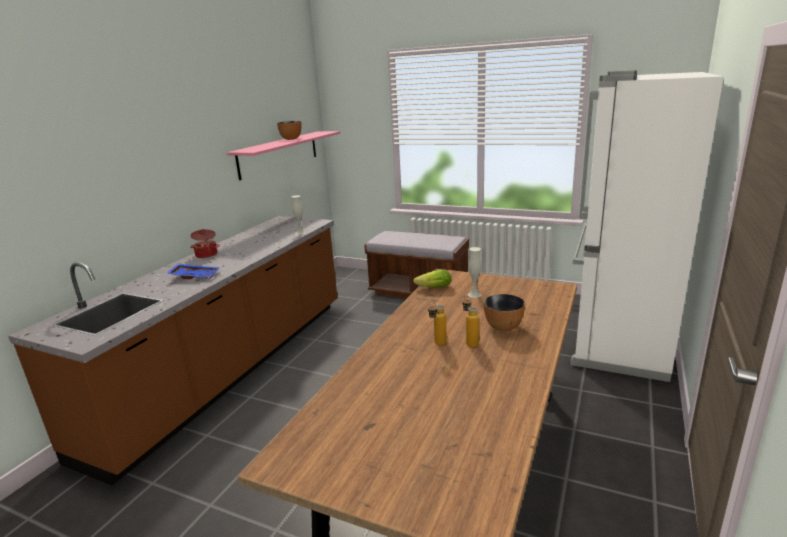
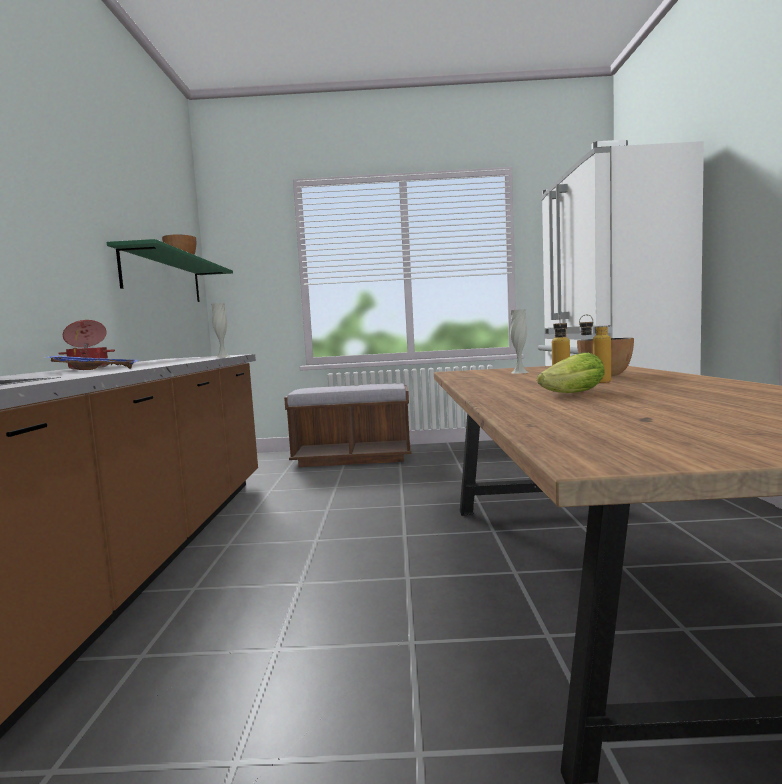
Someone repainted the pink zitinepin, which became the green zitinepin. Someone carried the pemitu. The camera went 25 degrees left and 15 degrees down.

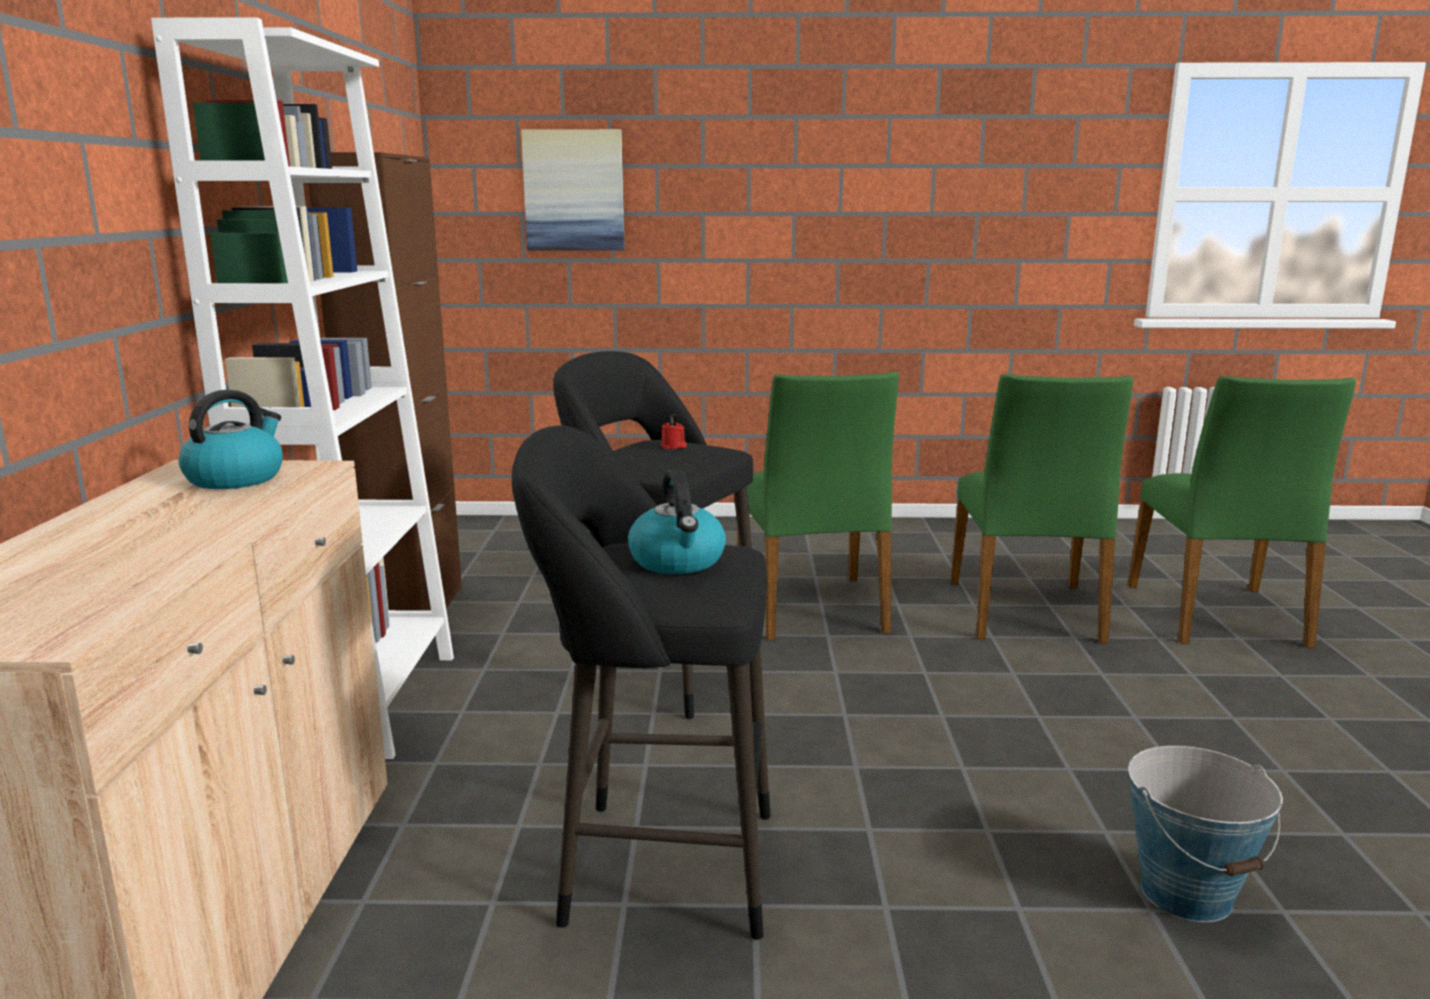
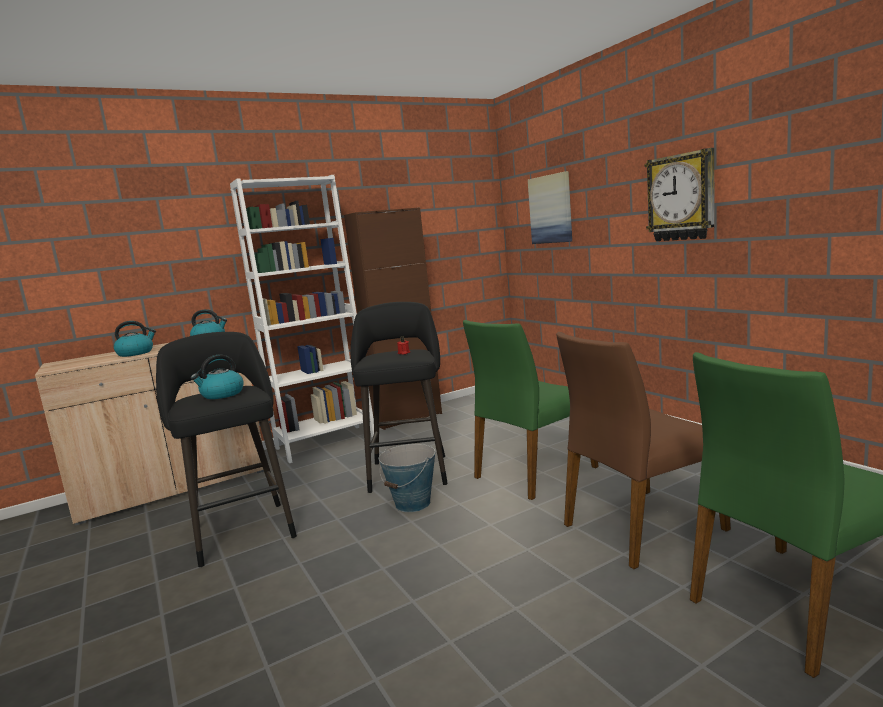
Someone repainted the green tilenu (2nd from left), which became the brown tilenu. Someone carried the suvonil. Someone put up the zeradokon. Someone put down the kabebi (1st from left). The camera went 60 degrees right and 5 degrees down.

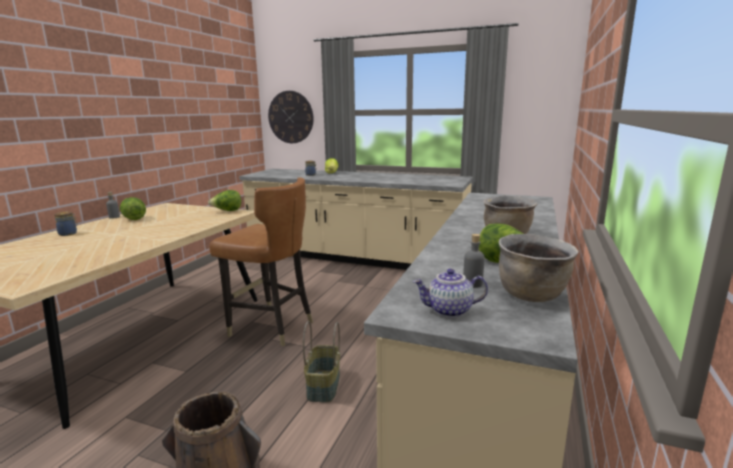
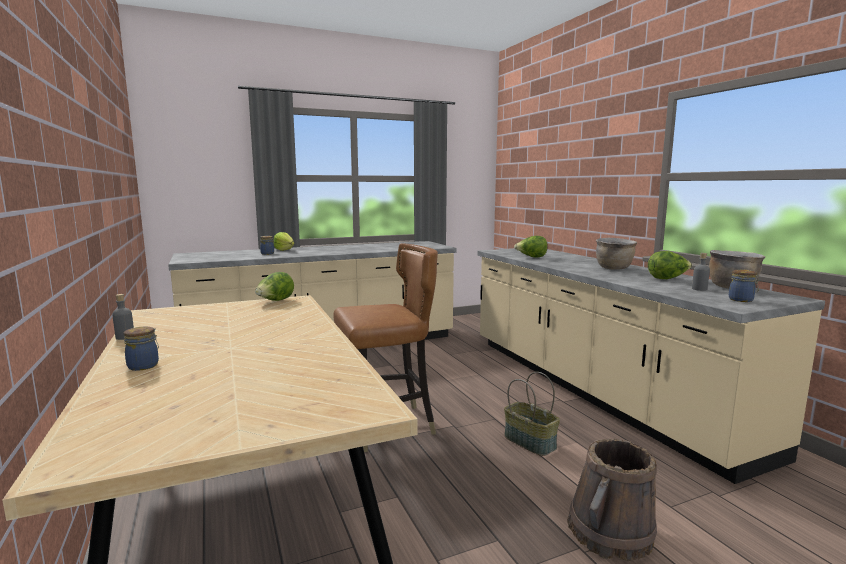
Someone took away the zeradokon. Someone carried the pemitu (1st from left in the first image). Someone swapped the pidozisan for the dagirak (3rd from left). The camera went 45 degrees left and 5 degrees down.

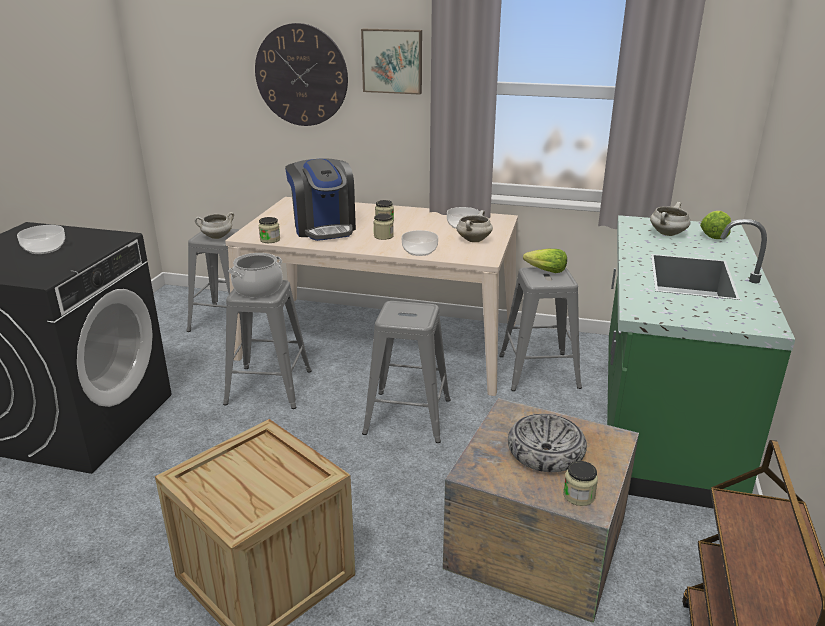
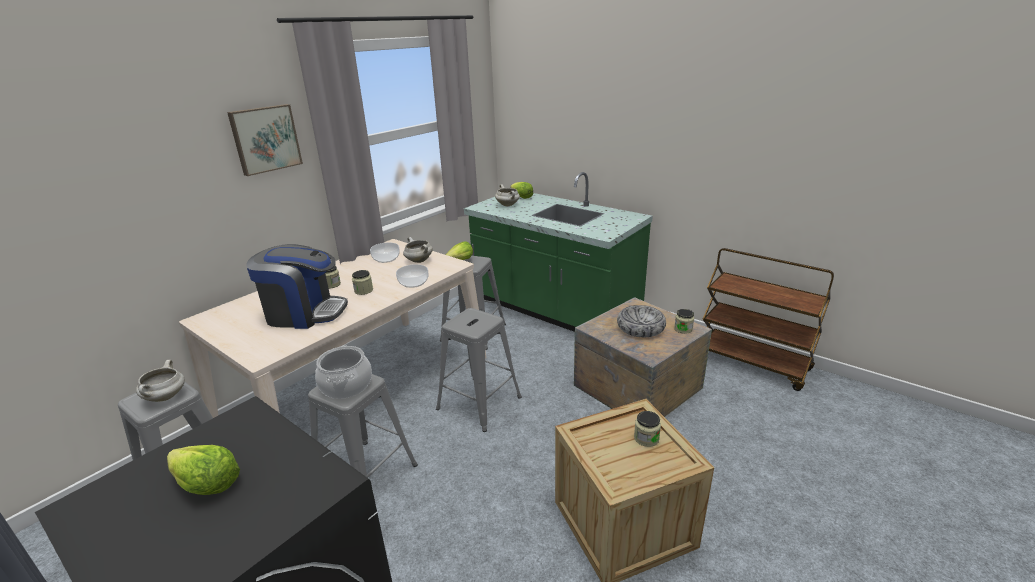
Someone took away the zeradokon. Someone carried the dagirak (1st from left in the first image). Someone swapped the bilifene (1st from left) for the pemitu (1st from left). The camera went 65 degrees left and 0 degrees up.

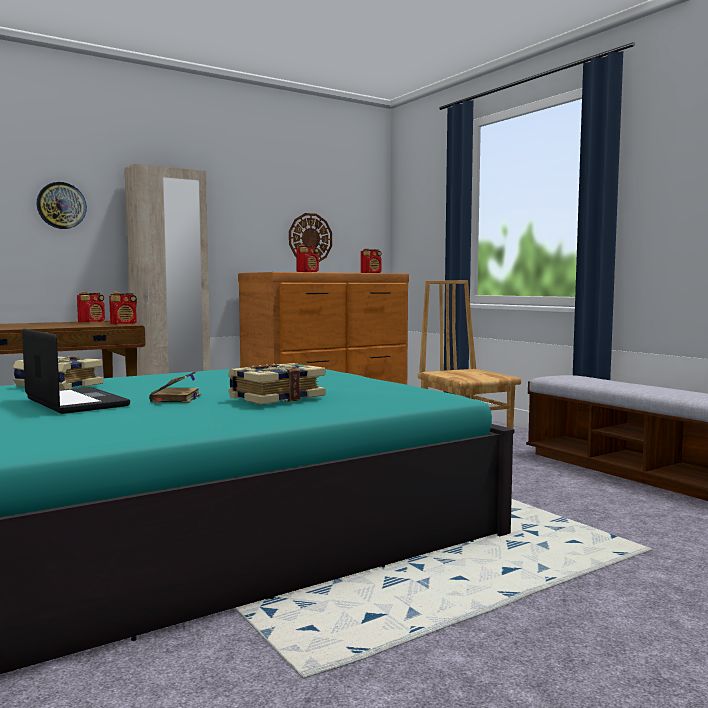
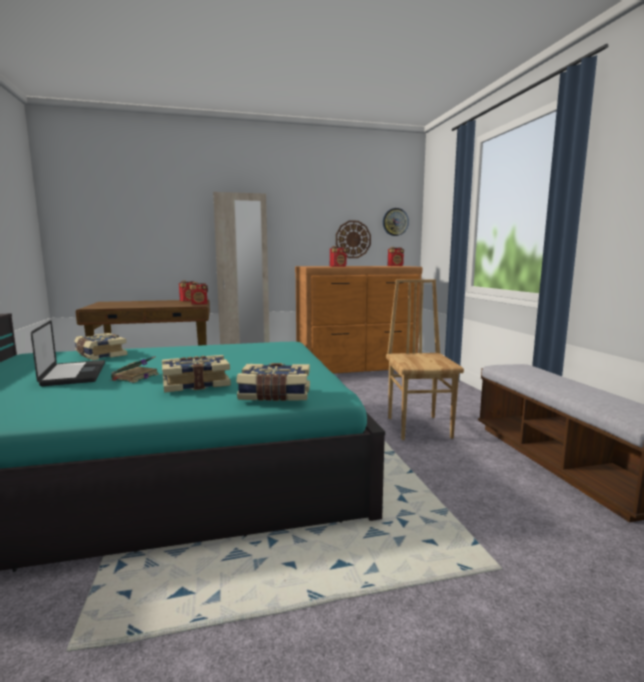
Someone carried the zeradokon (1st from left in the first image). Someone put down the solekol (4th from left). The camera went 20 degrees right and 5 degrees up.

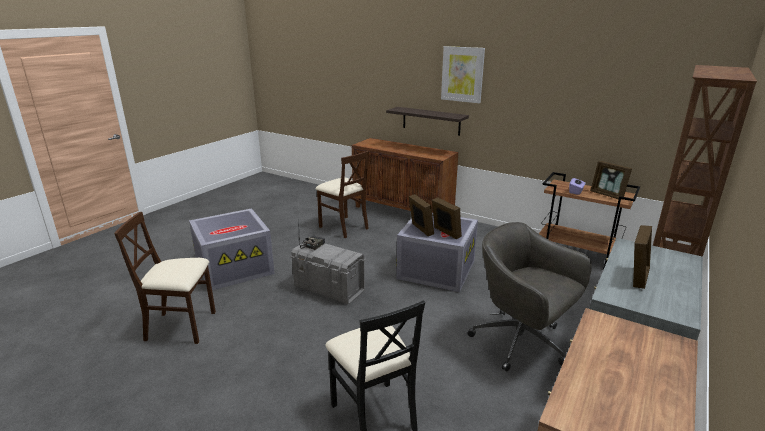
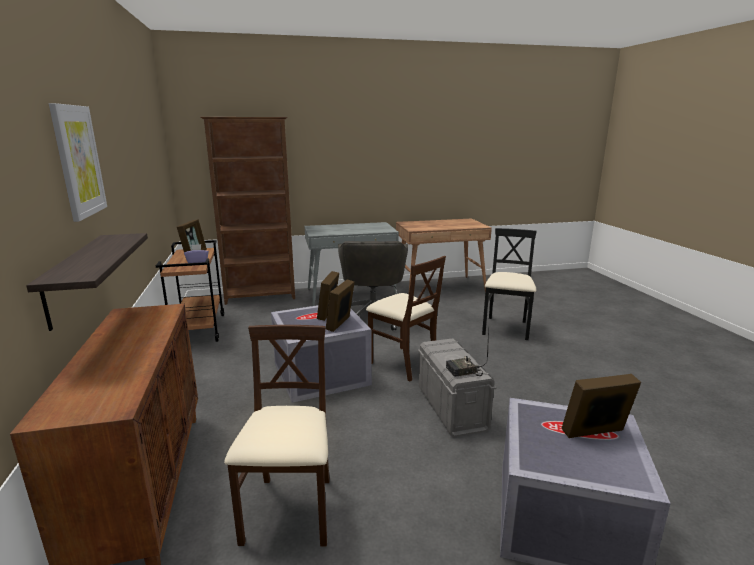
Someone carried the beige tilenu (1st from left in the first image). Someone carried the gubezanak (4th from left). The camera went 135 degrees left and 5 degrees down.

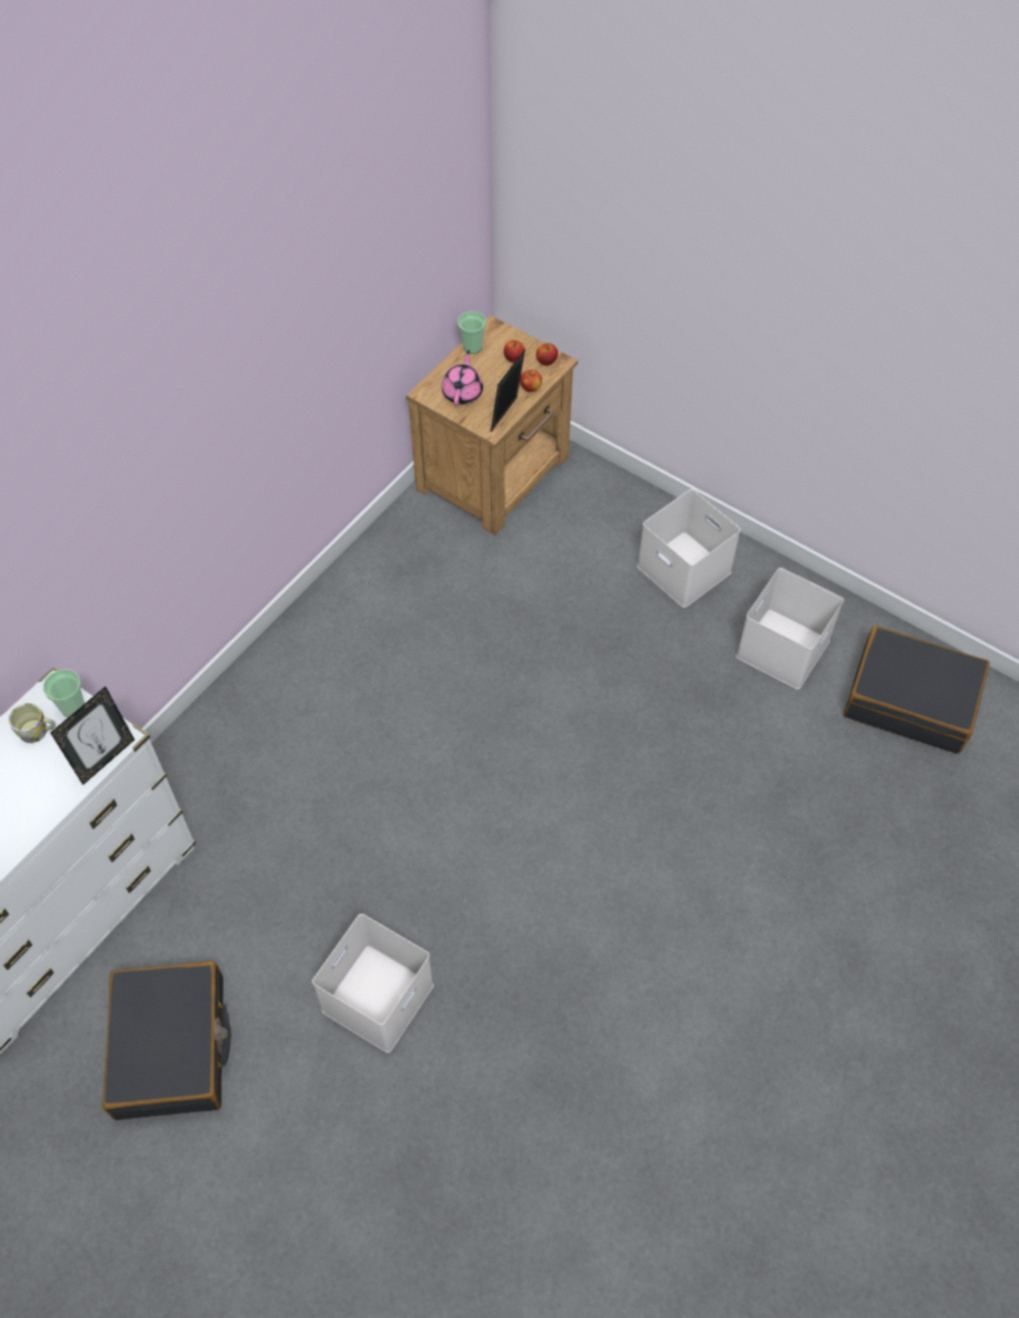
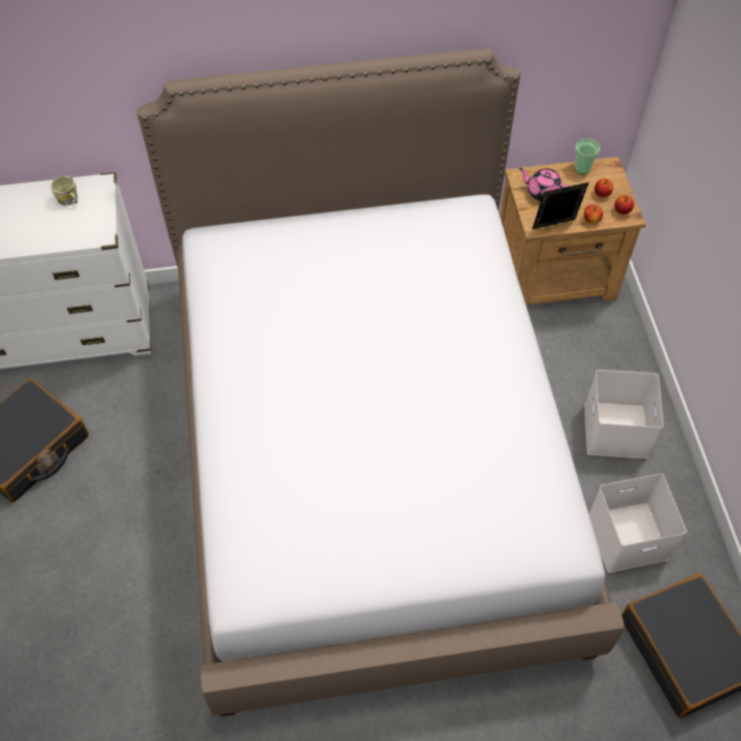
Someone rotated the pink pidozisan by 120 degrees counterclockwise. Someone took away the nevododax (1st from left). Someone took away the gubezanak (1st from left). Someone took away the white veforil (1st from left). Someone put down the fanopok. The camera went 45 degrees right and 0 degrees up.

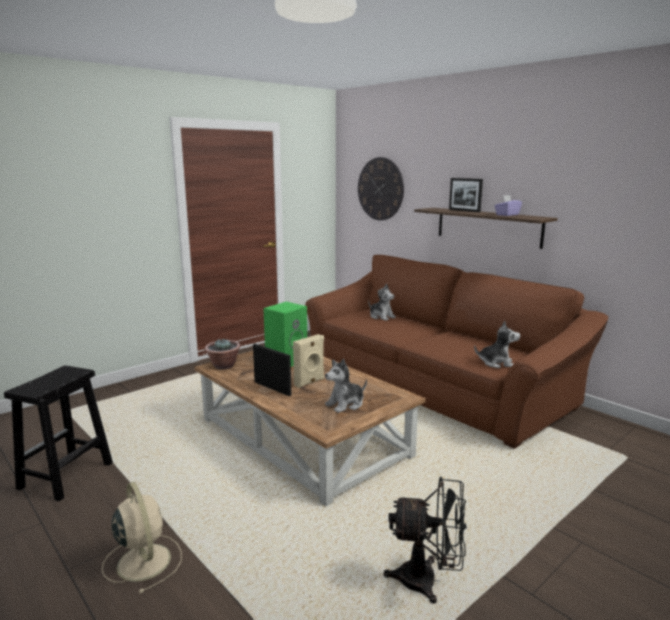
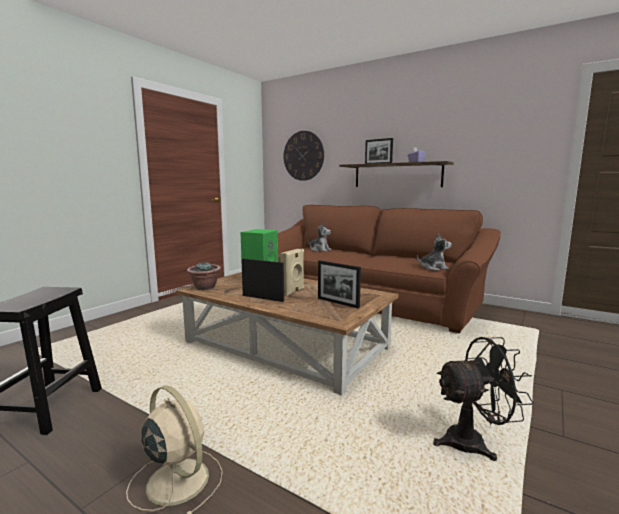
Someone swapped the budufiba (1st from left) for the gubezanak (2nd from left). The camera went 15 degrees left and 5 degrees down.

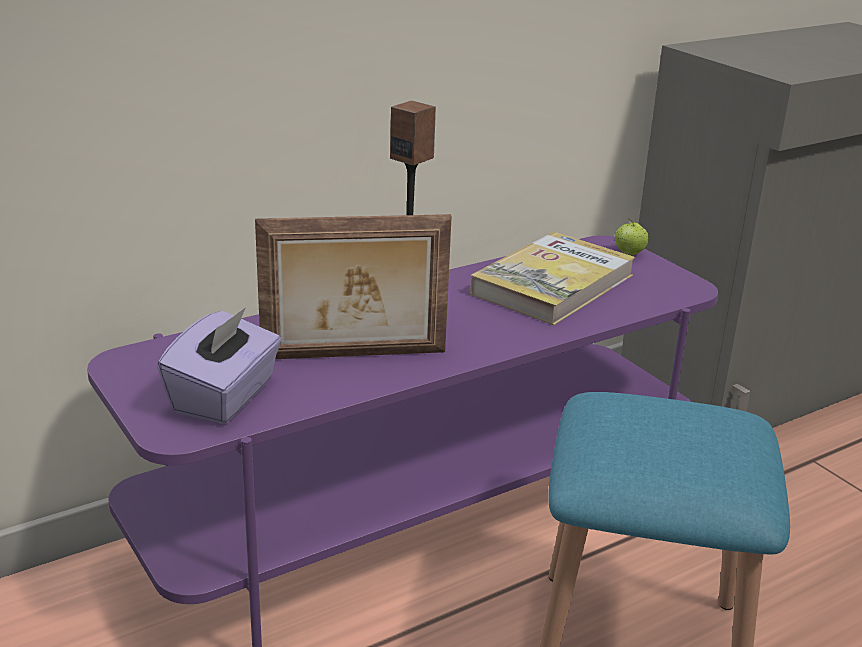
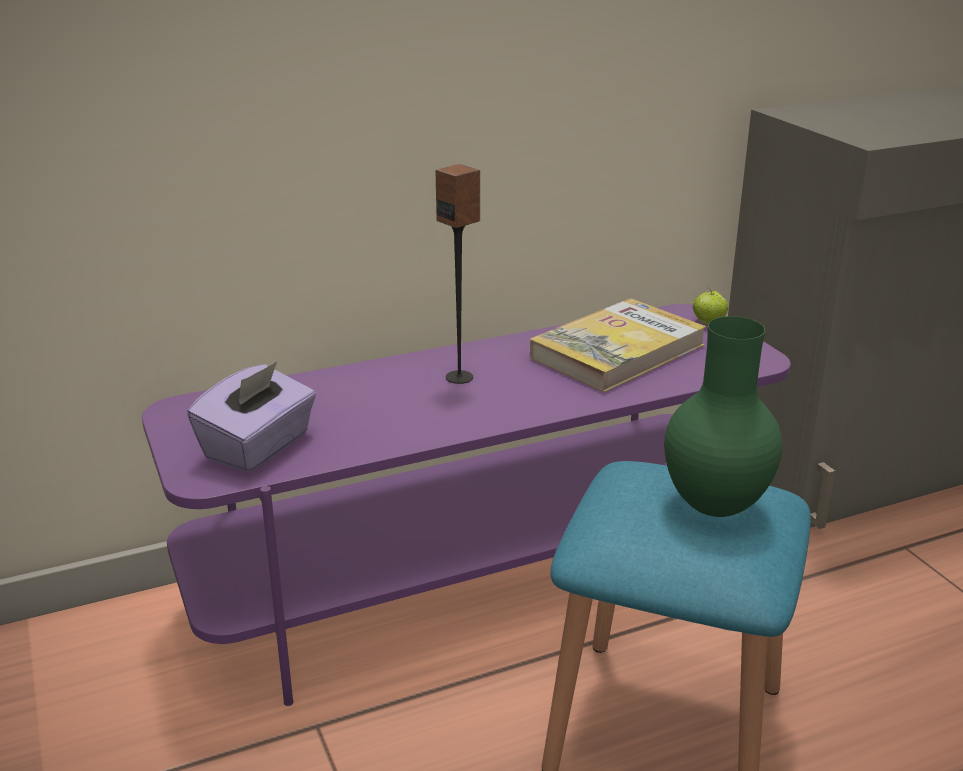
Someone took away the gubezanak. Someone put down the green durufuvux. The camera went 10 degrees right and 0 degrees up.

